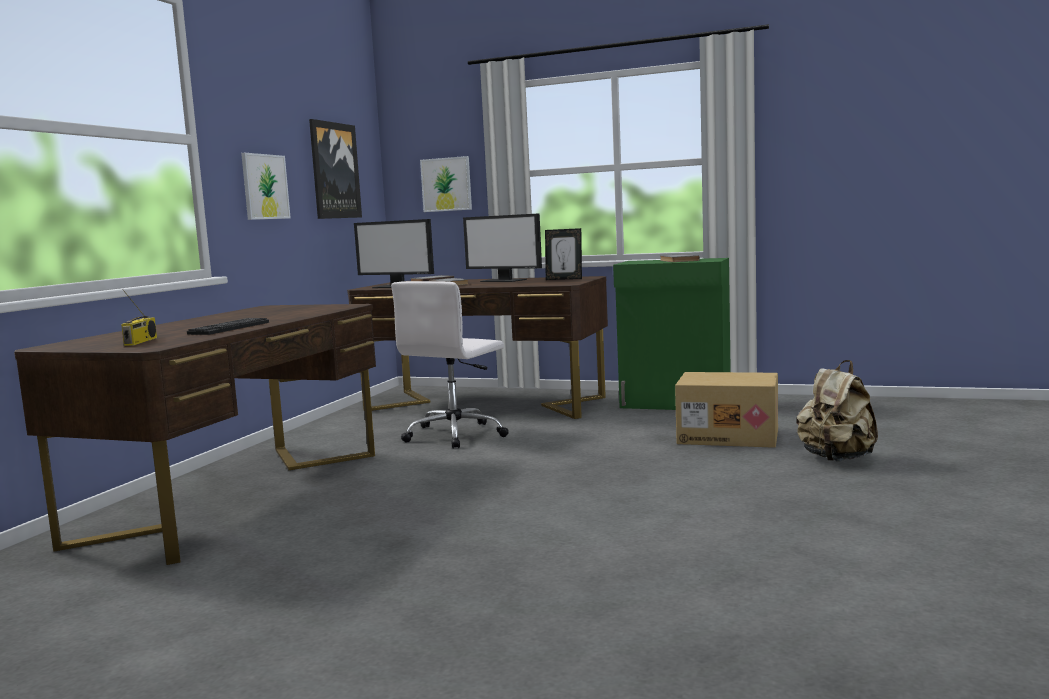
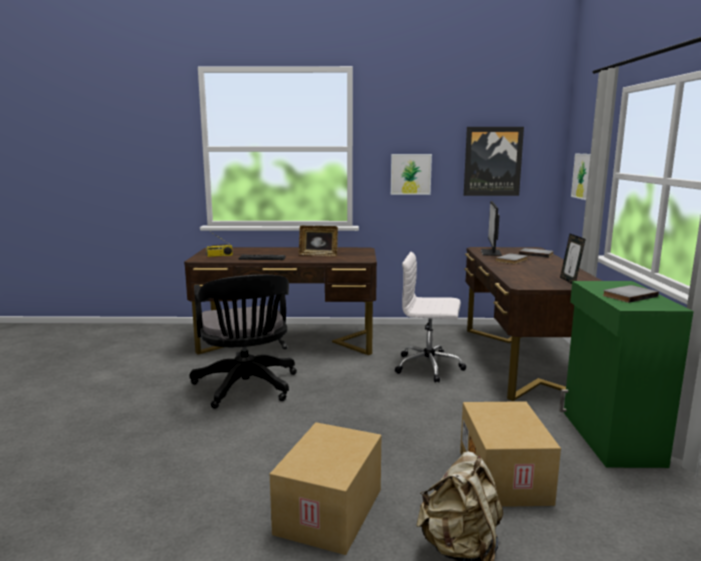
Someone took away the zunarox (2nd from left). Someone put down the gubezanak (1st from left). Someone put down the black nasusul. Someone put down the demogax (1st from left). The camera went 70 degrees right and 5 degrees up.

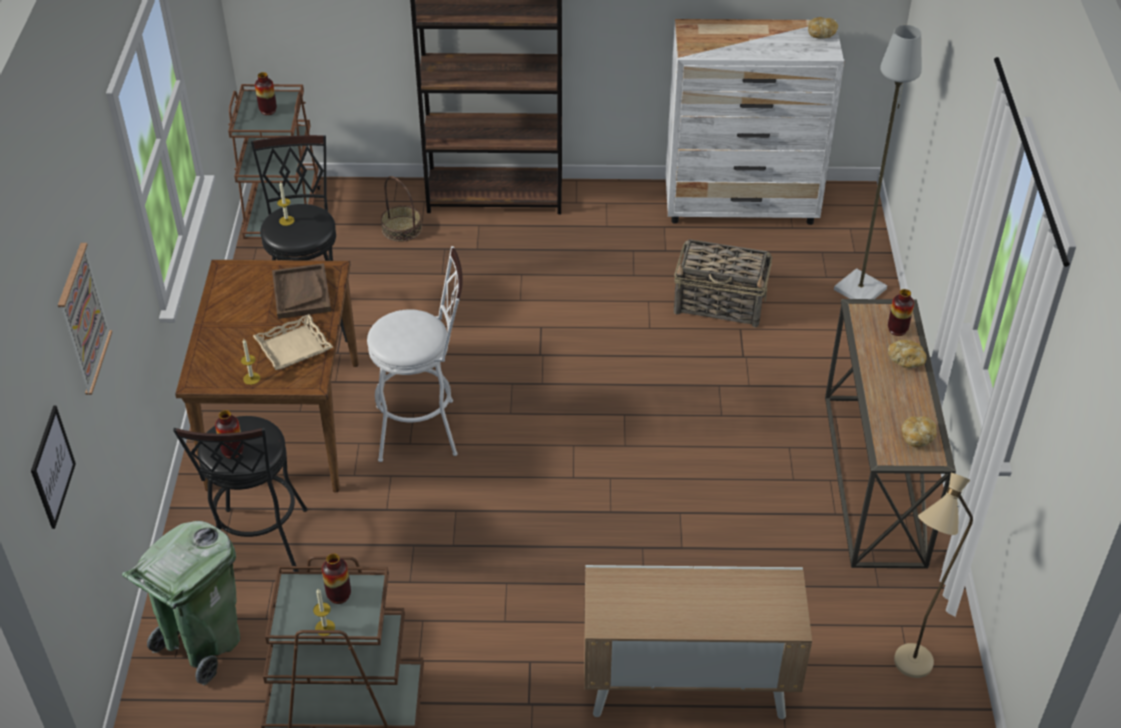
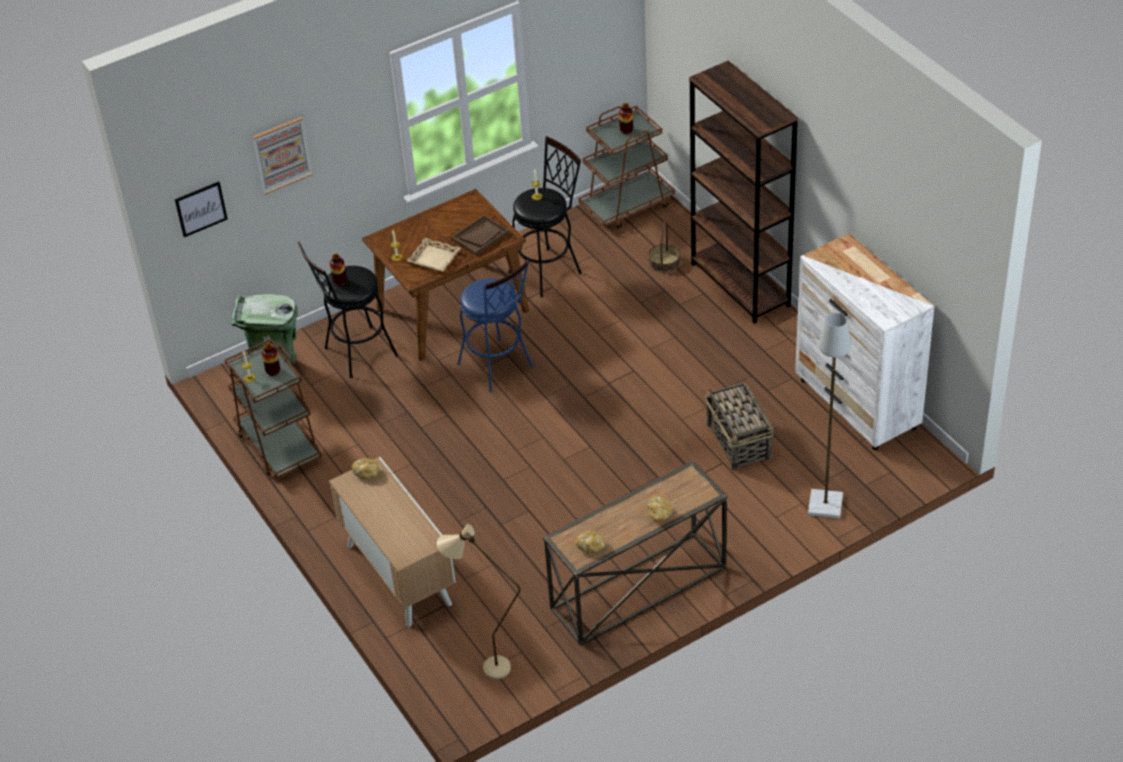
Someone carried the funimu (1st from left). Someone repainted the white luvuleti, which became the blue luvuleti. Someone took away the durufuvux (4th from left). The camera went 60 degrees right and 0 degrees up.

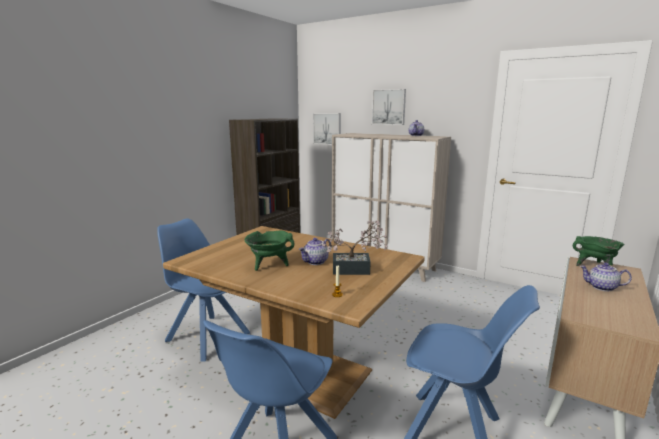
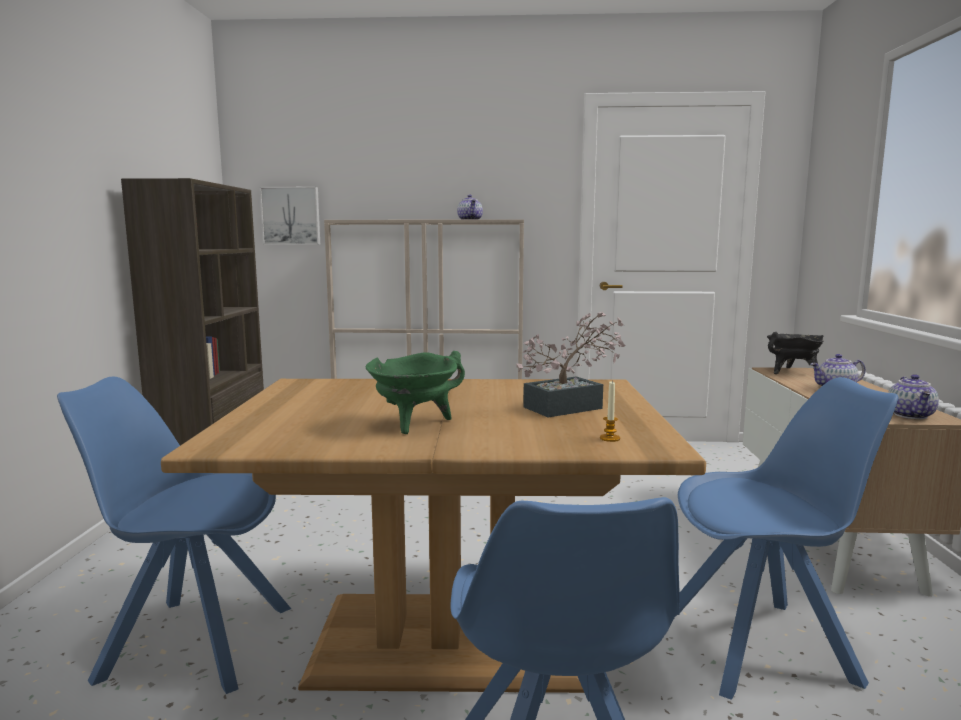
Someone took away the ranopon (2nd from left). Someone repainted the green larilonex (2nd from left), which became the black larilonex. Someone carried the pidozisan (1st from left in the first image). The camera went 30 degrees left and 5 degrees down.

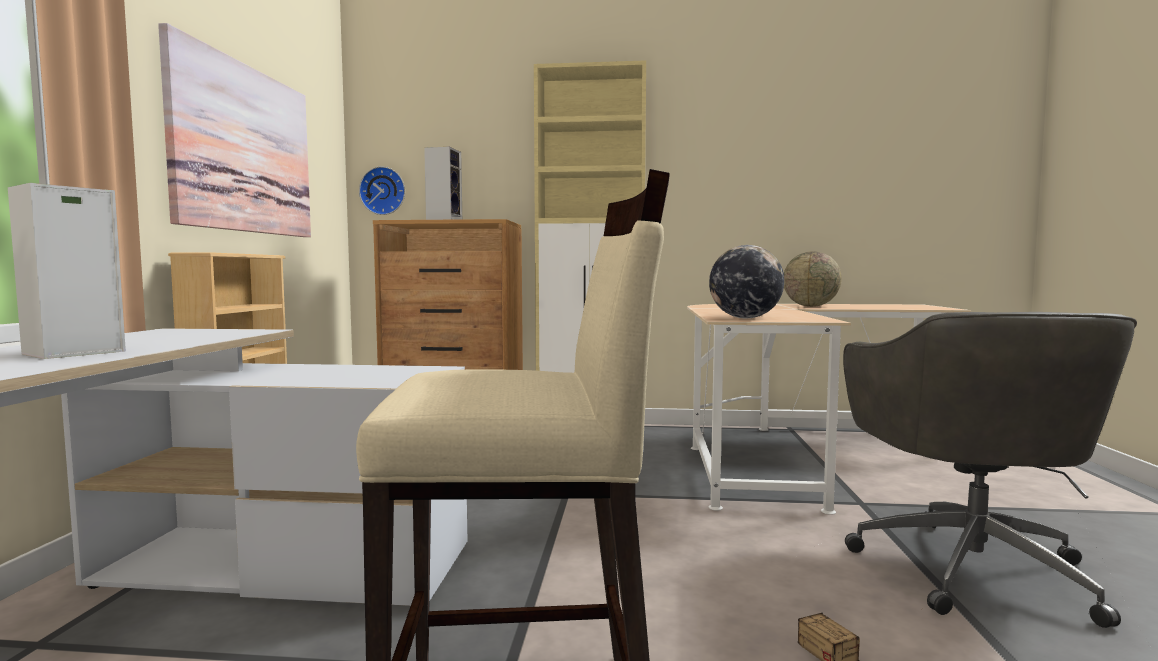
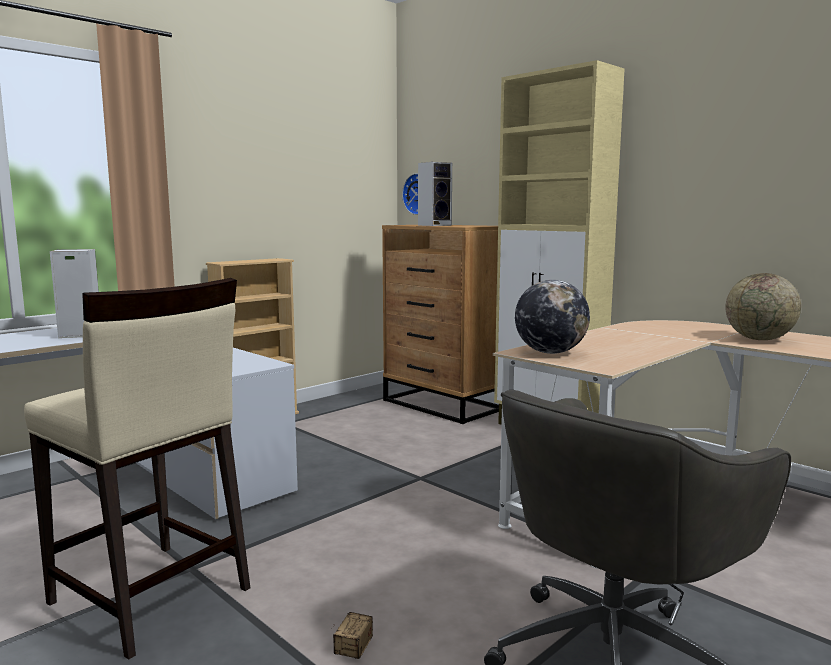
Someone took away the ranopon. The camera went 40 degrees right and 5 degrees up.

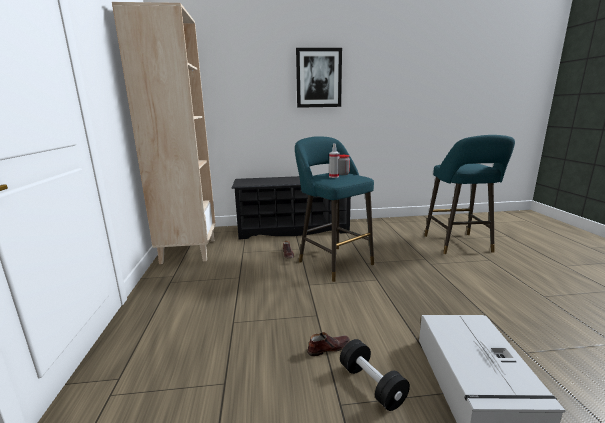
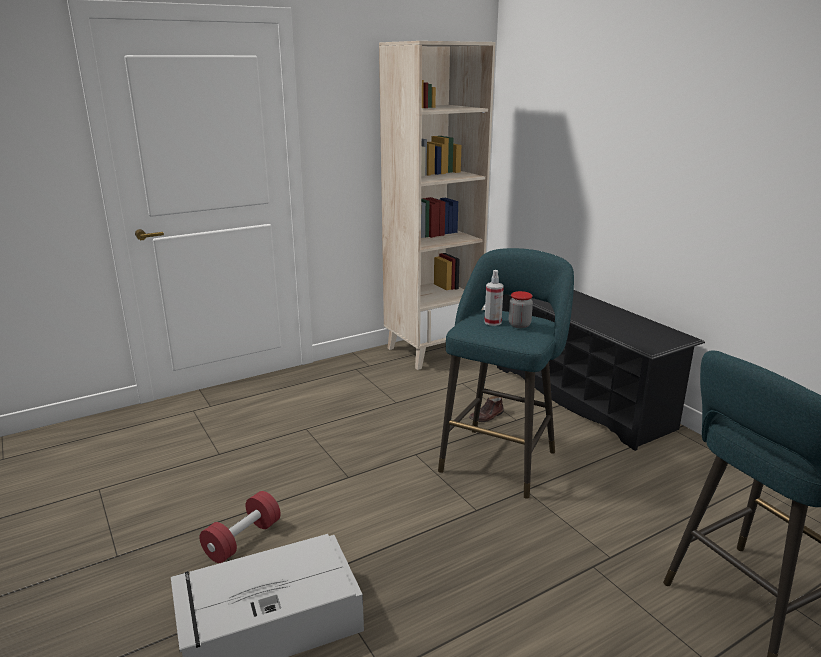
Someone took away the ranopon. Someone took away the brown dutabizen (2nd from left). Someone repainted the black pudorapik, which became the red pudorapik. The camera went 65 degrees right and 5 degrees up.

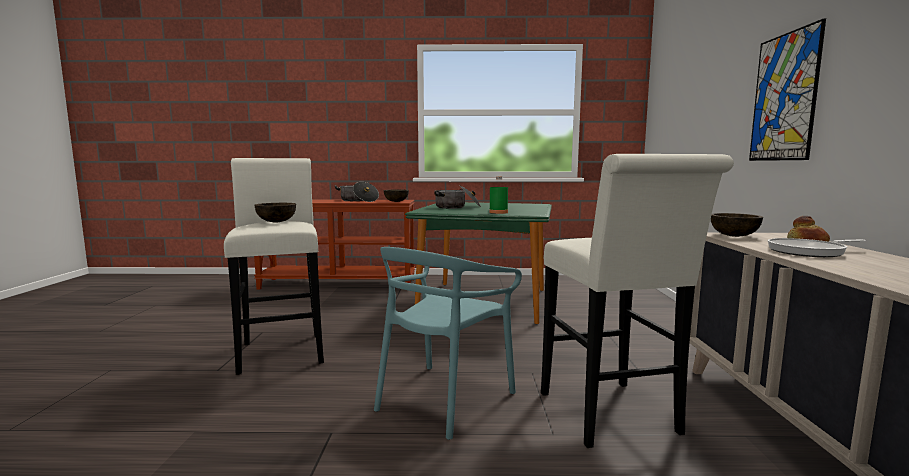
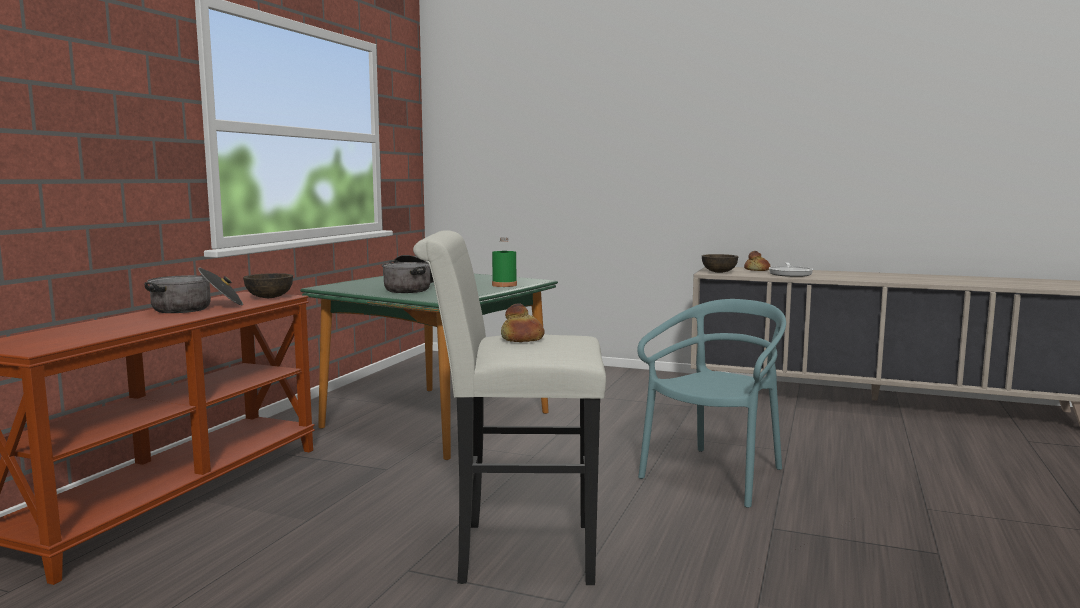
Someone took away the ranopon. Someone took away the white luvuleti (2nd from left). Someone swapped the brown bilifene (1st from left) for the funimu (1st from left). Someone rotated the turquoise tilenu by 105 degrees counterclockwise. The camera went 70 degrees left and 0 degrees up.

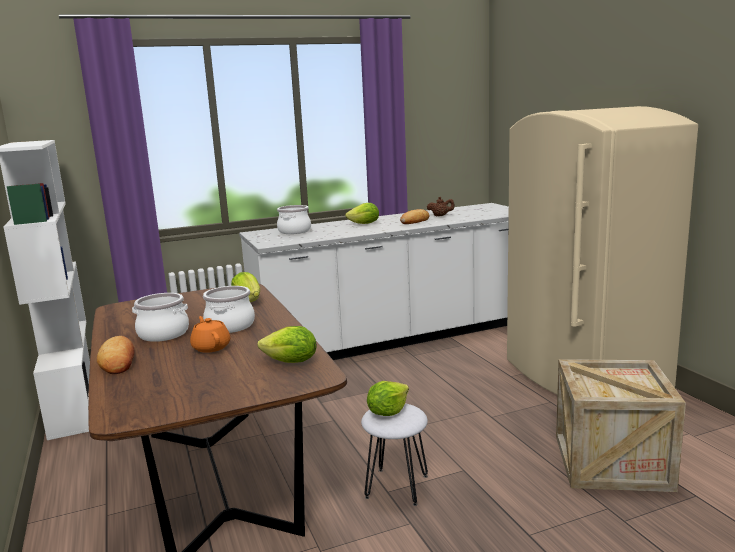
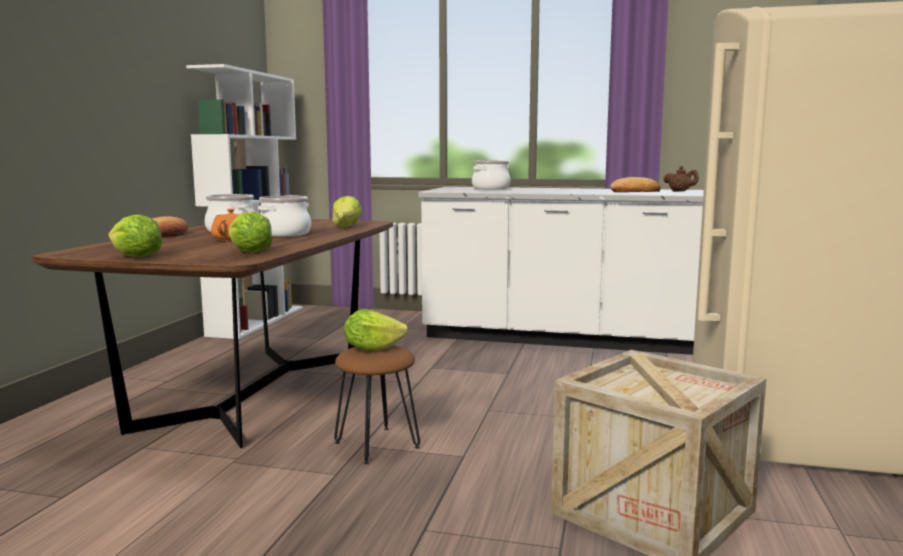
Someone carried the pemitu (3rd from left in the first image). Someone repainted the white luvuleti, which became the brown luvuleti. The camera went 35 degrees right and 5 degrees down.

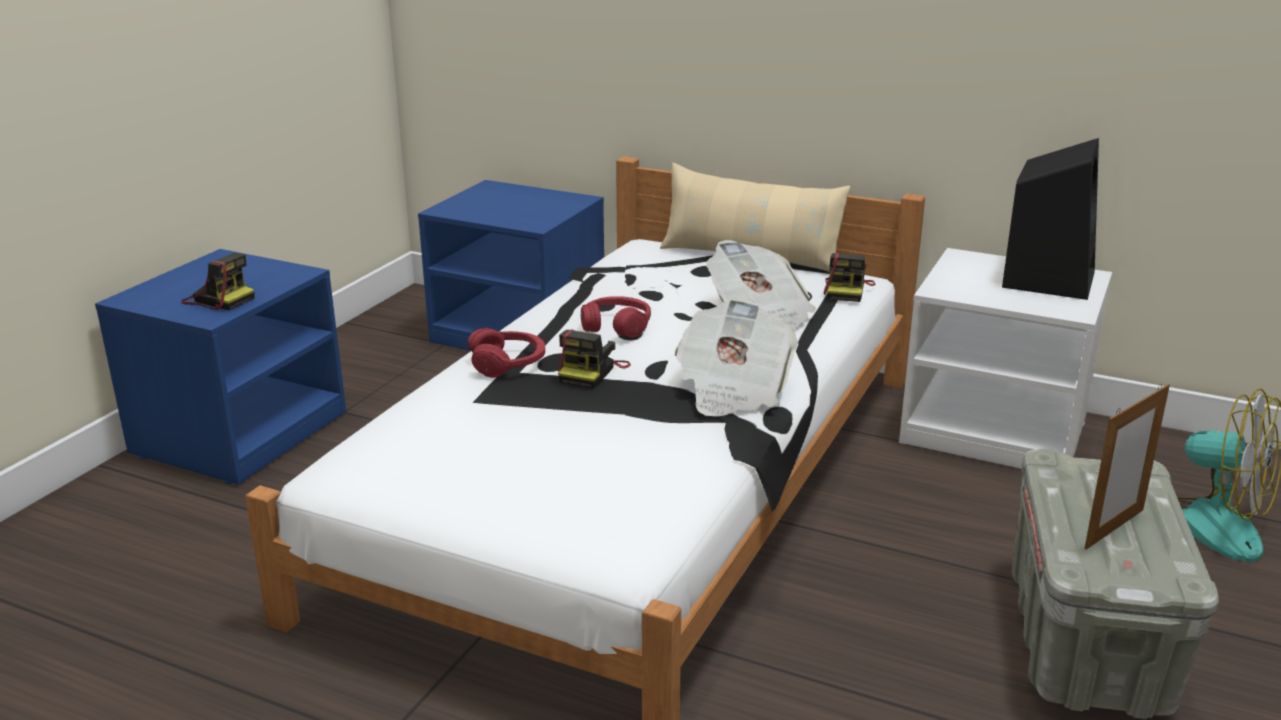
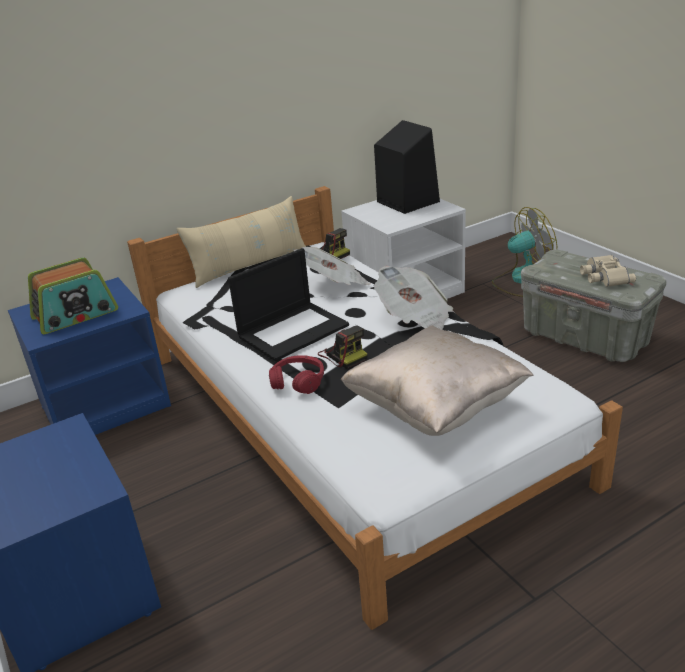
Someone took away the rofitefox (1st from left). Someone swapped the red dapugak (2nd from left) for the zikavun. Someone swapped the gubezanak for the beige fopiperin. Someone put down the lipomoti. Someone put down the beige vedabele (2nd from left). The camera went 55 degrees left and 5 degrees up.

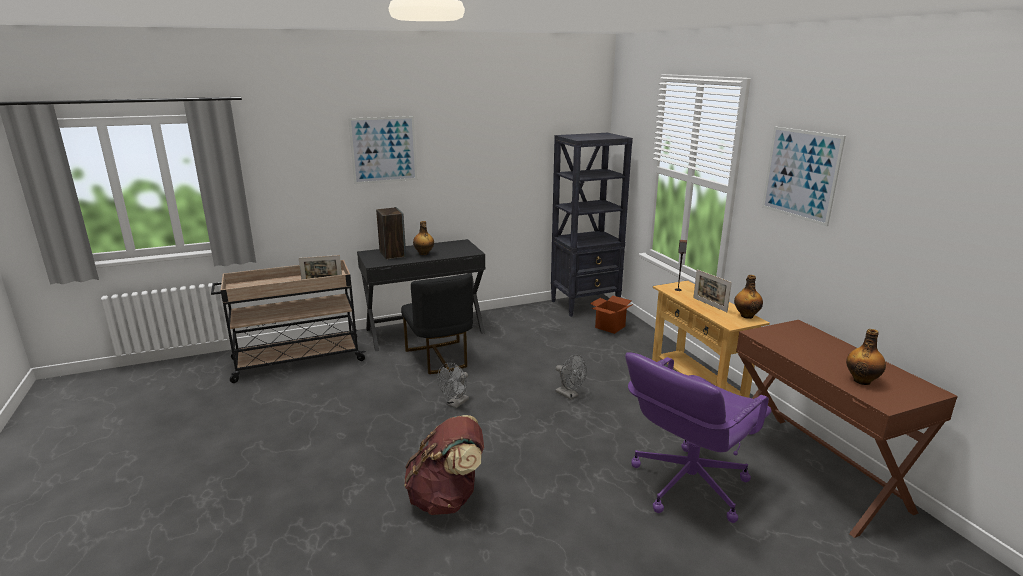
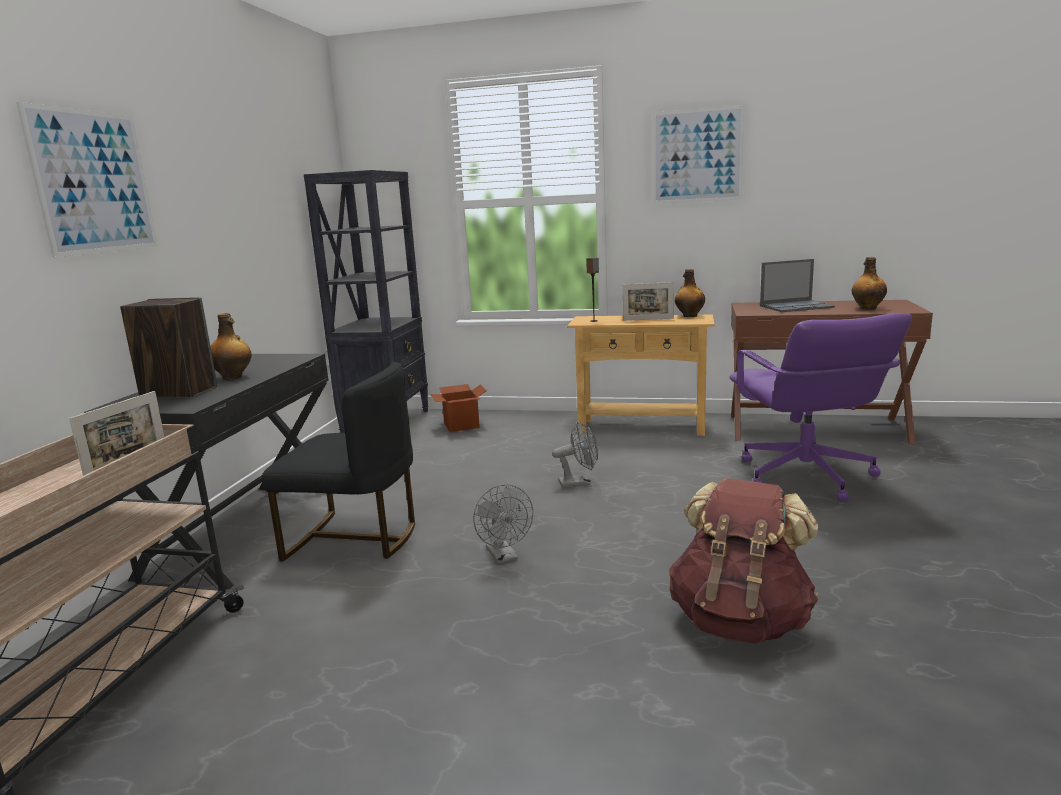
Someone put down the zikavun. The camera went 55 degrees left and 5 degrees down.

